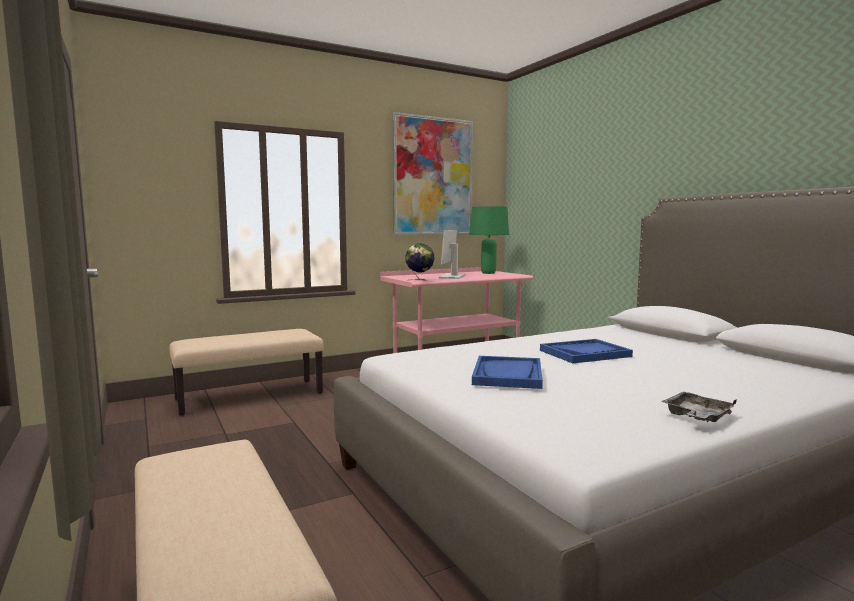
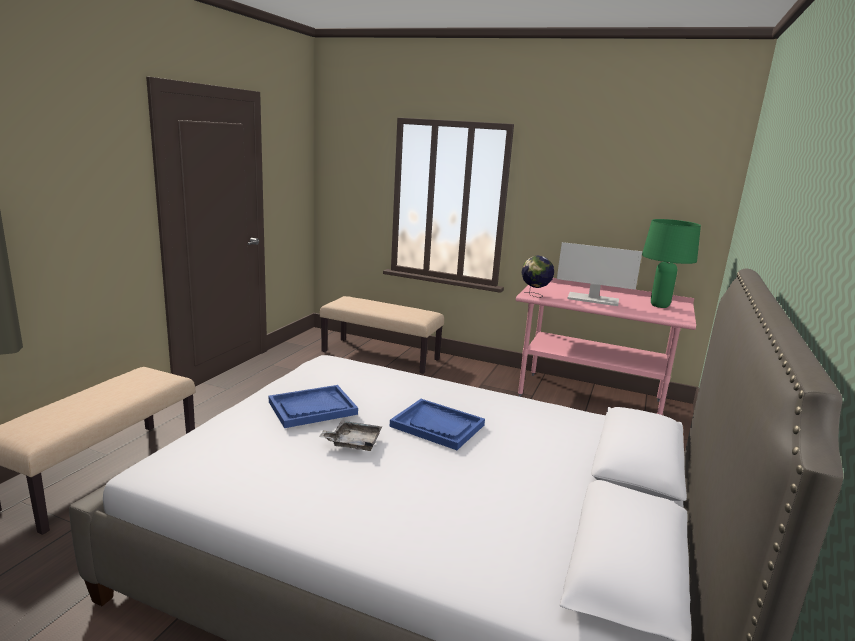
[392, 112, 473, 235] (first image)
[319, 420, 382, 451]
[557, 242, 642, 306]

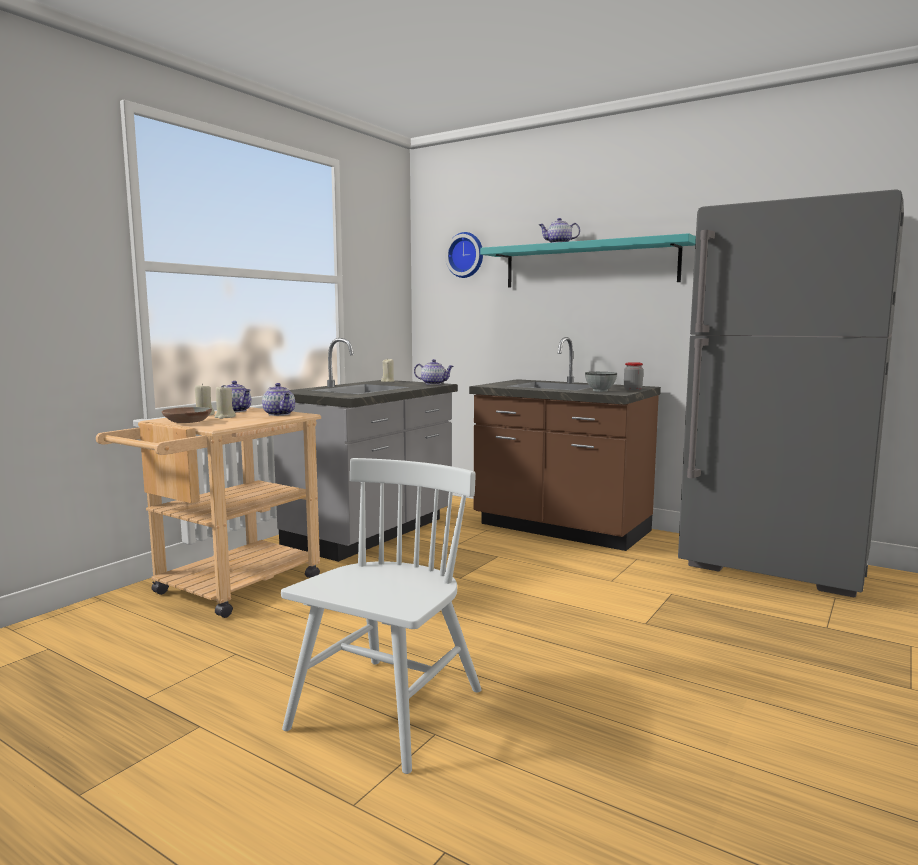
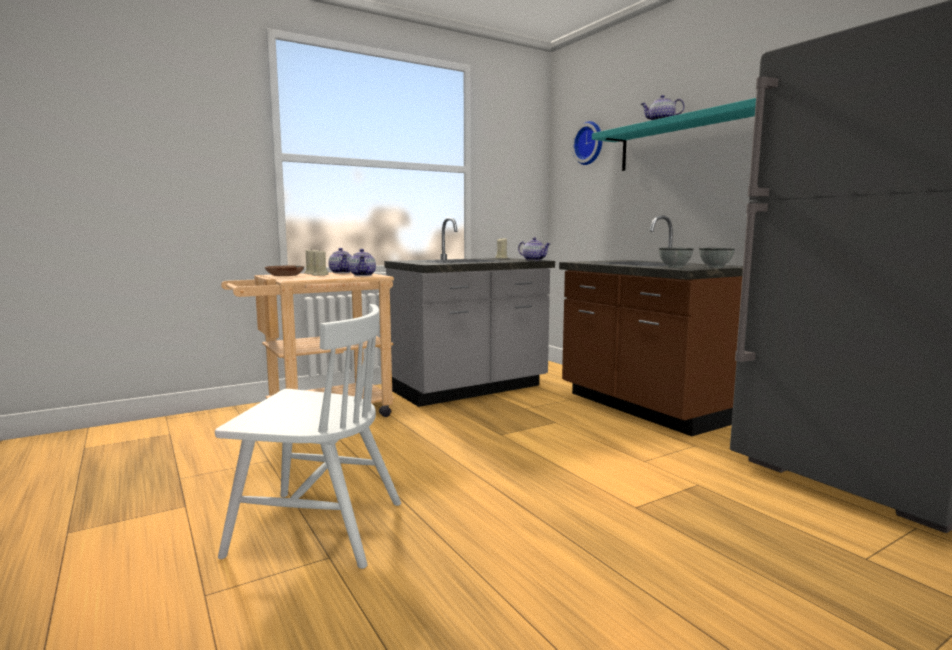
[699, 248, 735, 268]
[215, 304, 401, 569]

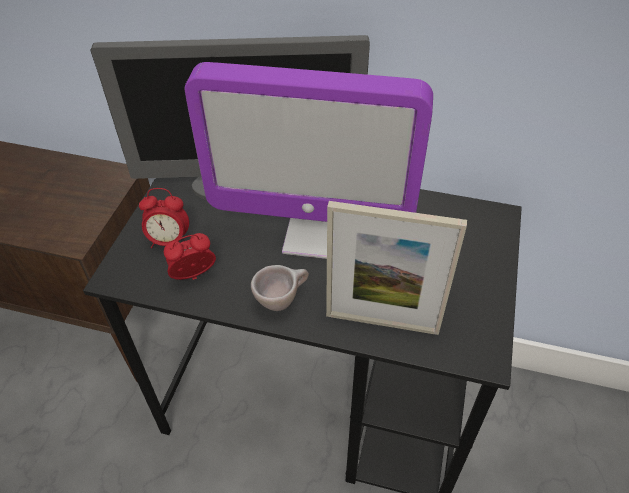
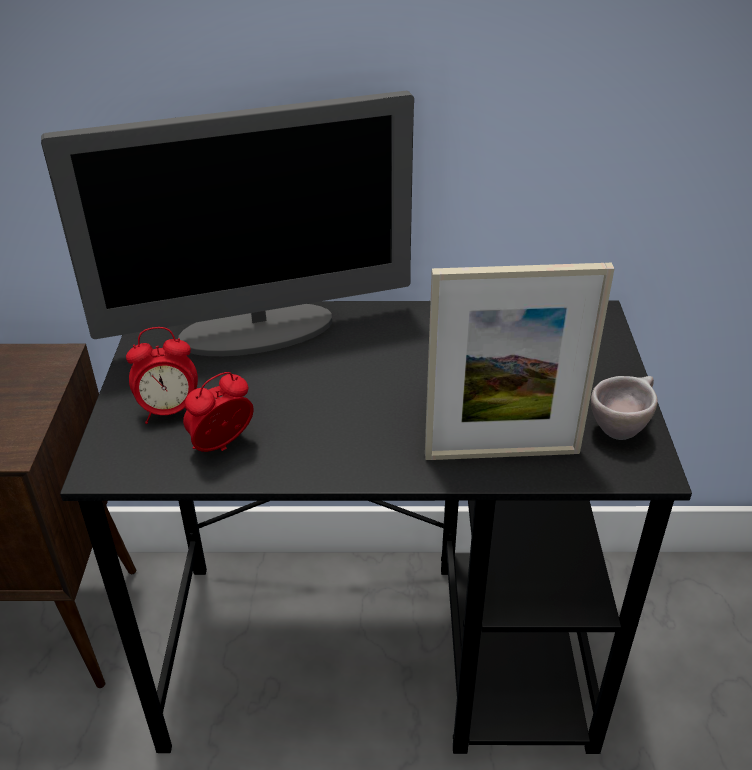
[185, 62, 433, 259] (first image)
[591, 376, 658, 440]

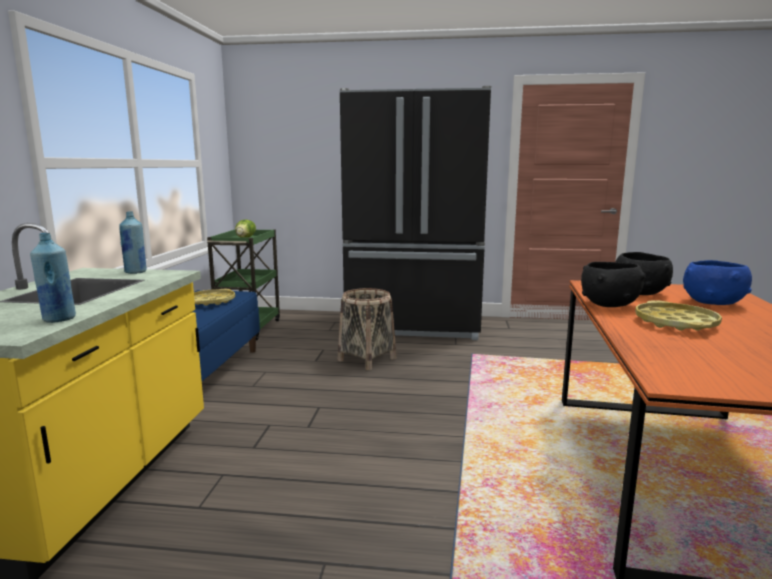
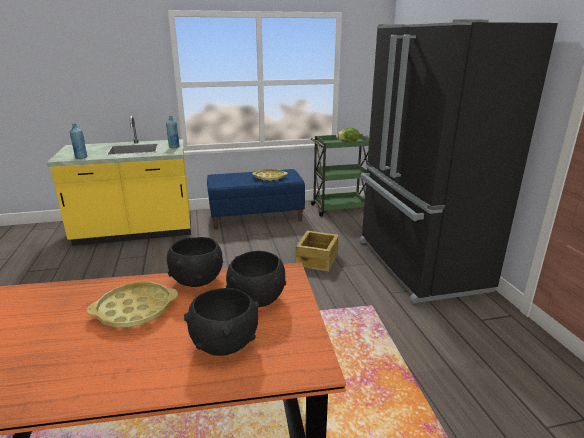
[296, 231, 339, 272]
[184, 288, 259, 356]

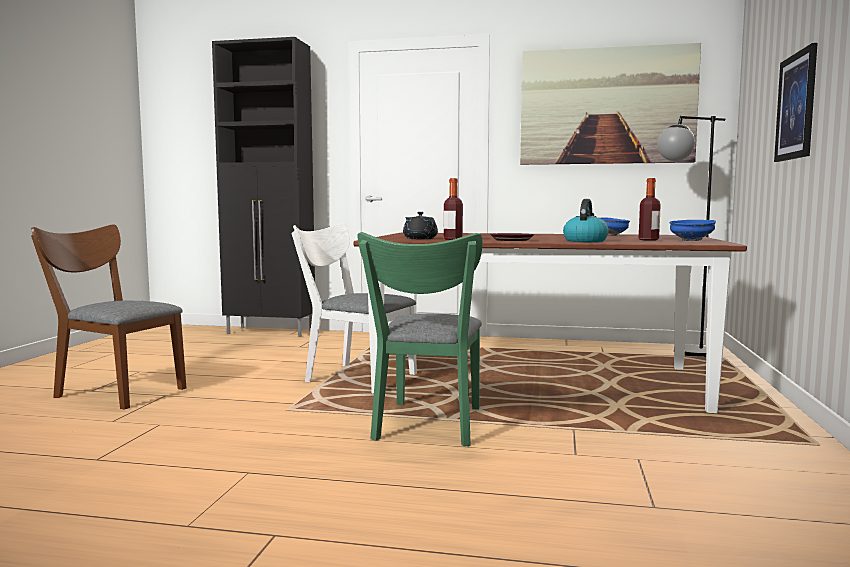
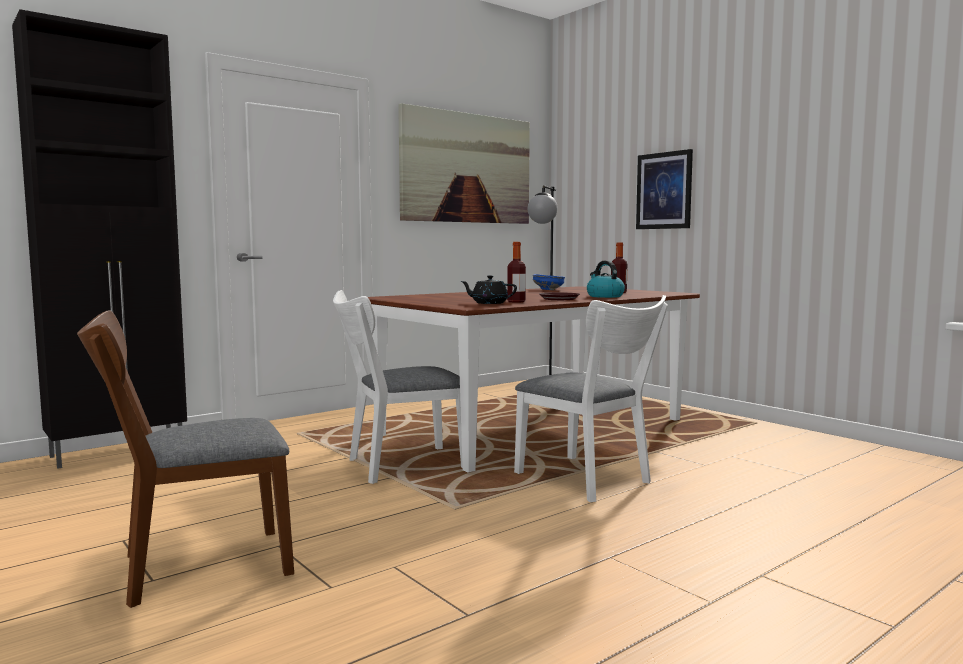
[669, 220, 716, 241] (first image)
[514, 295, 668, 502]

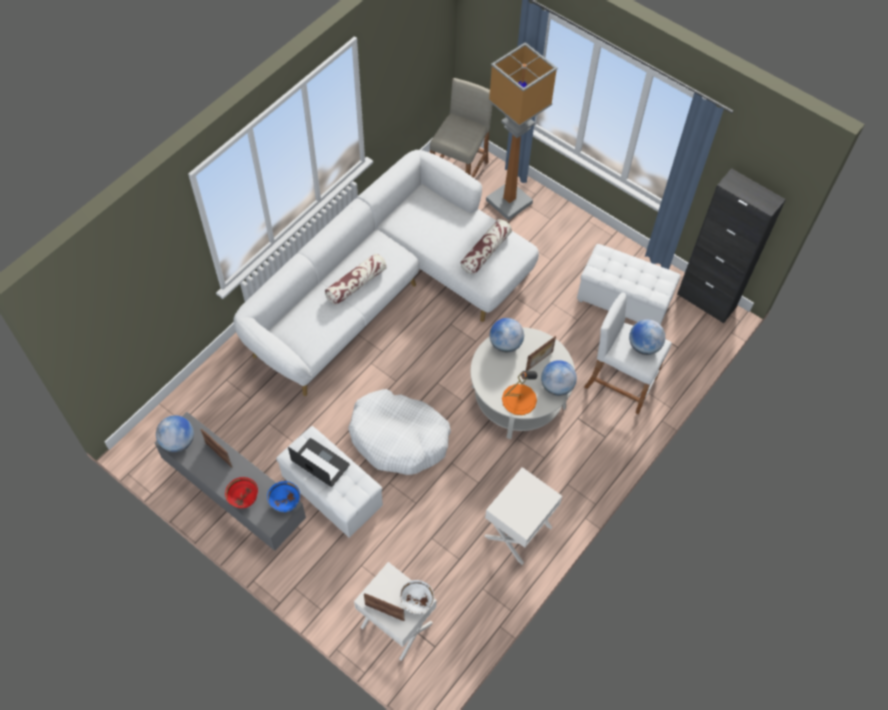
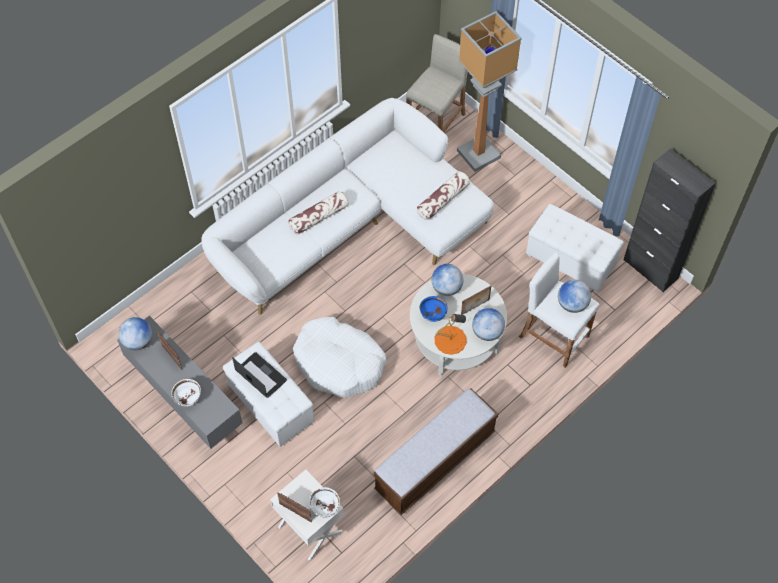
[420, 296, 448, 322]
[374, 388, 498, 515]
[171, 379, 201, 407]

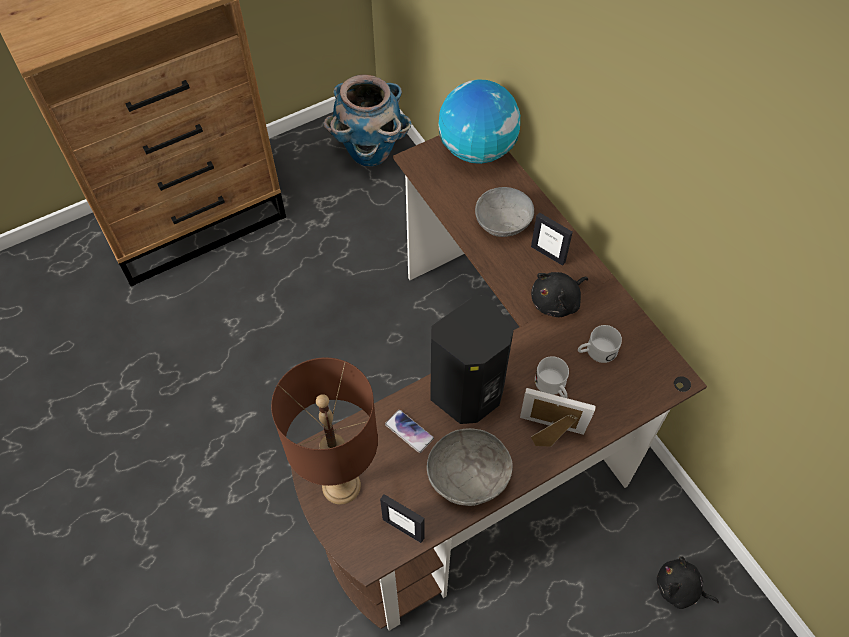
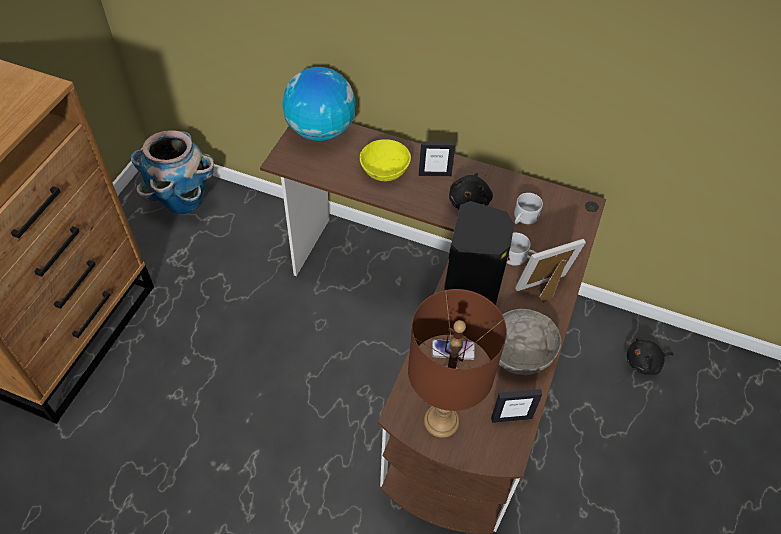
[360, 139, 411, 181]

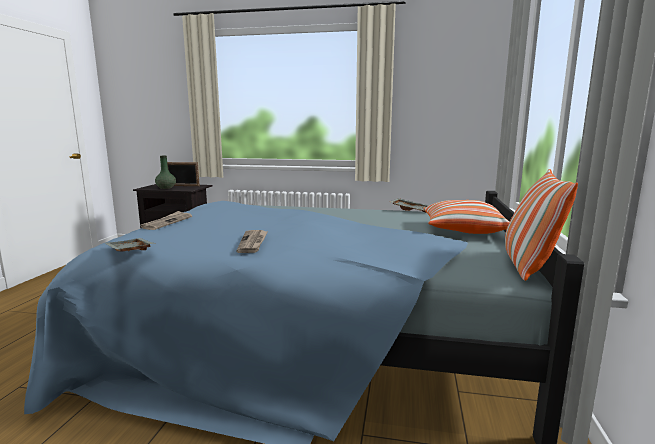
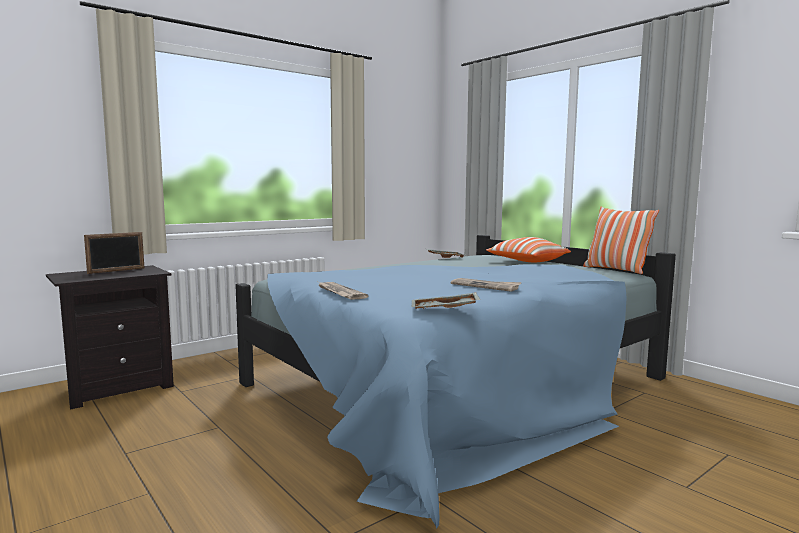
[155, 156, 176, 189] (first image)

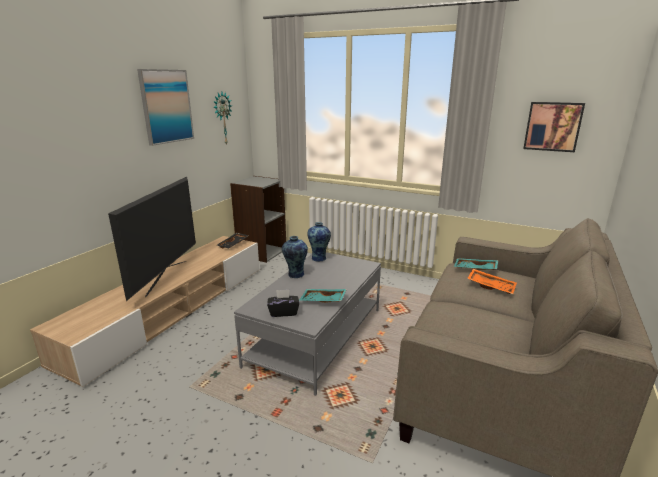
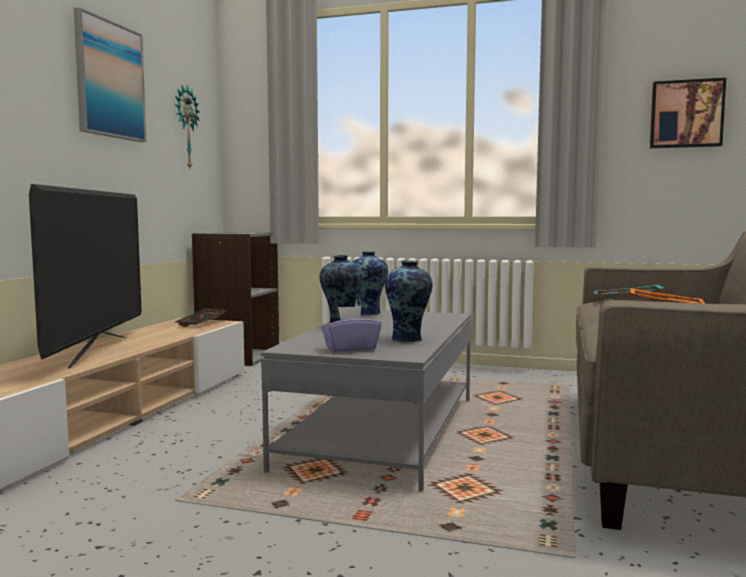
[385, 260, 433, 342]
[321, 306, 382, 353]

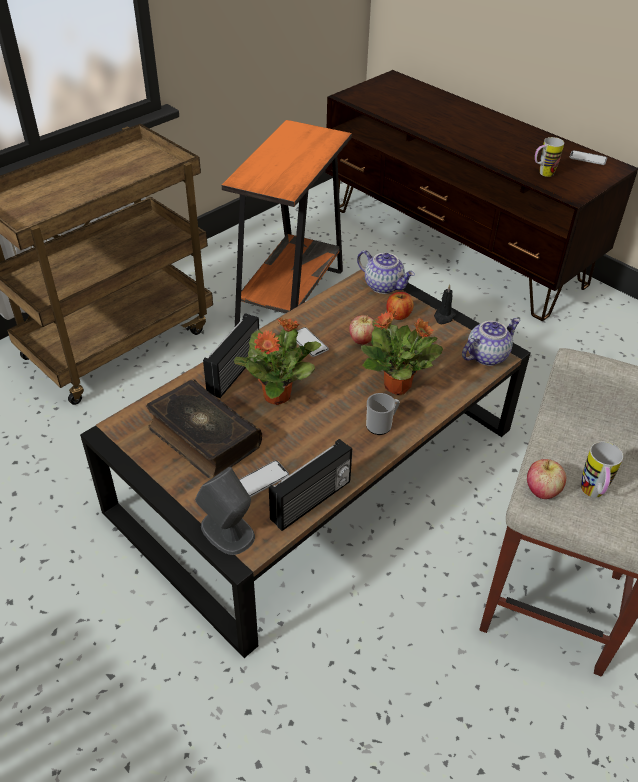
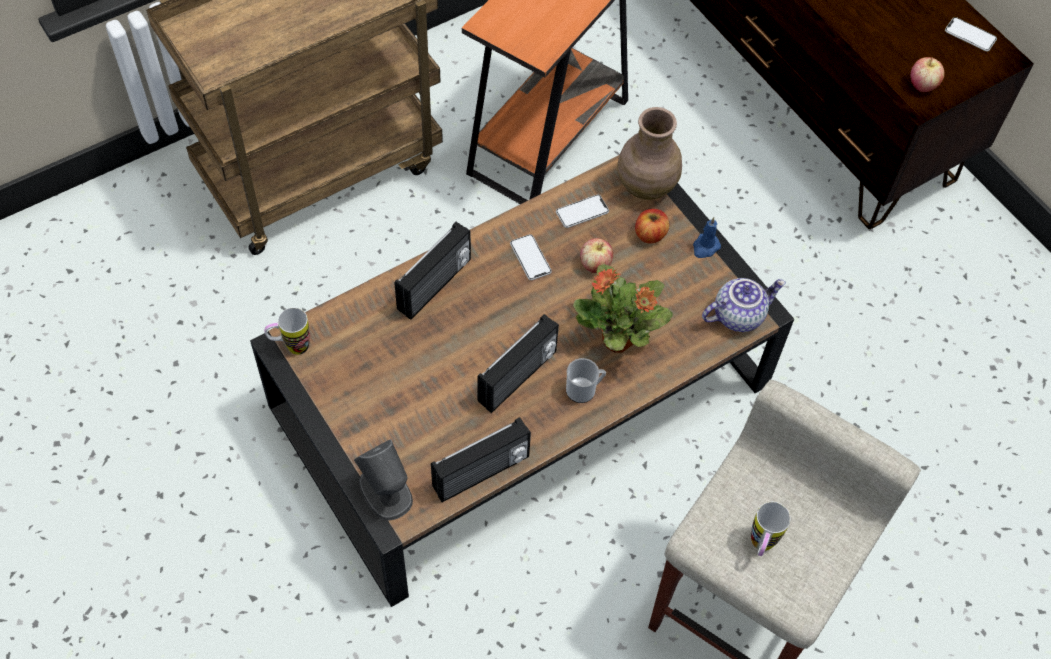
[146, 379, 262, 479] (first image)
[234, 317, 321, 405] (first image)
[477, 314, 559, 413]
[556, 195, 609, 228]
[910, 57, 944, 92]
[265, 308, 310, 355]
[617, 107, 682, 200]
[693, 217, 721, 258]

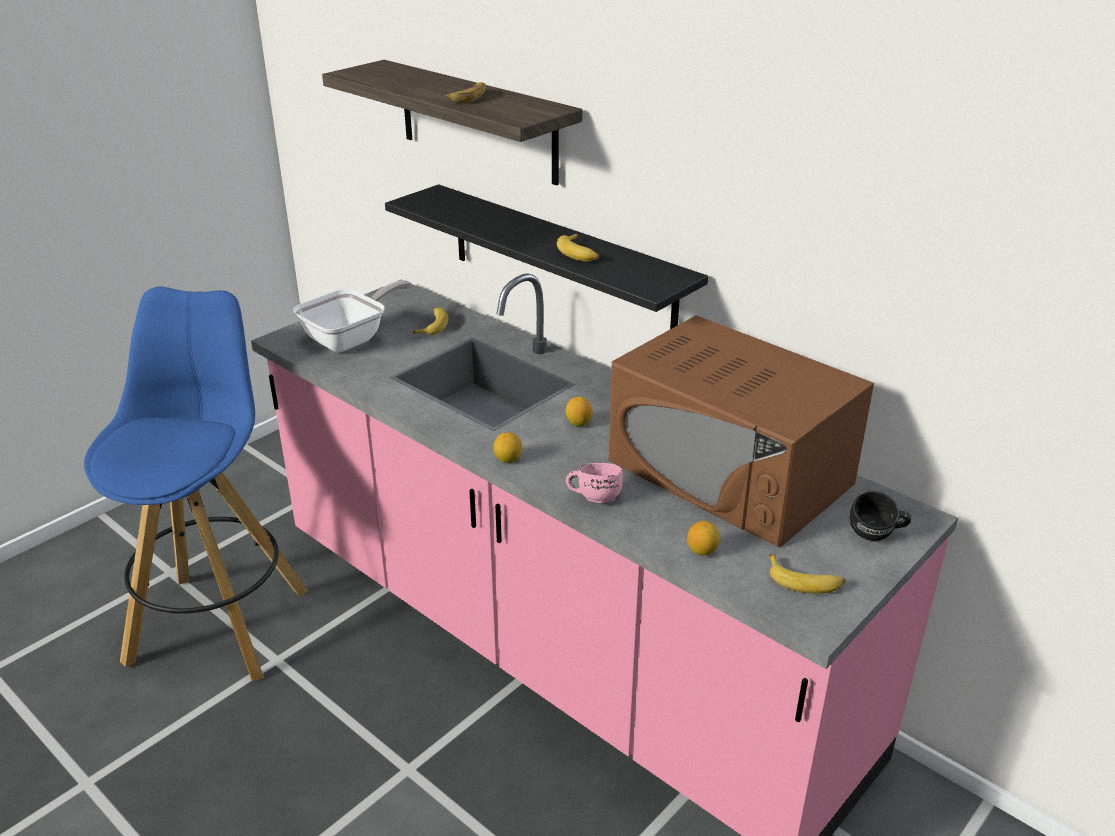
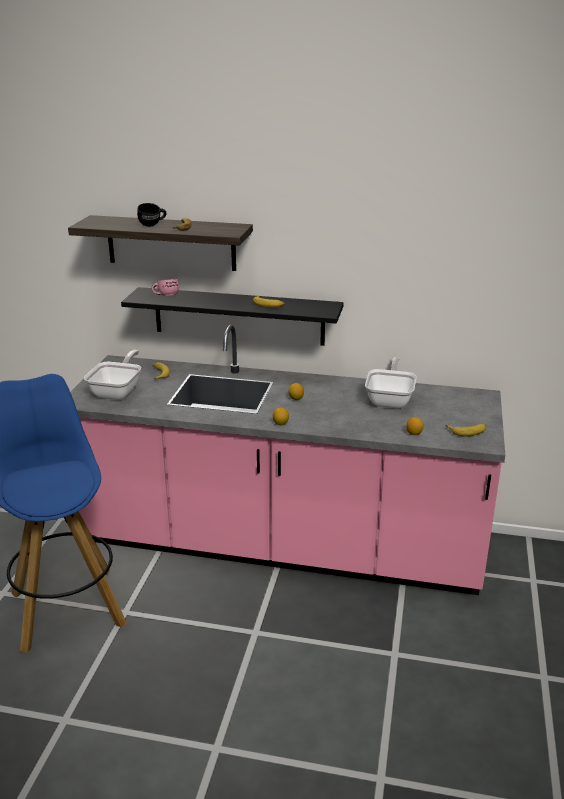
[151, 278, 179, 296]
[137, 203, 167, 227]
[365, 357, 417, 409]

